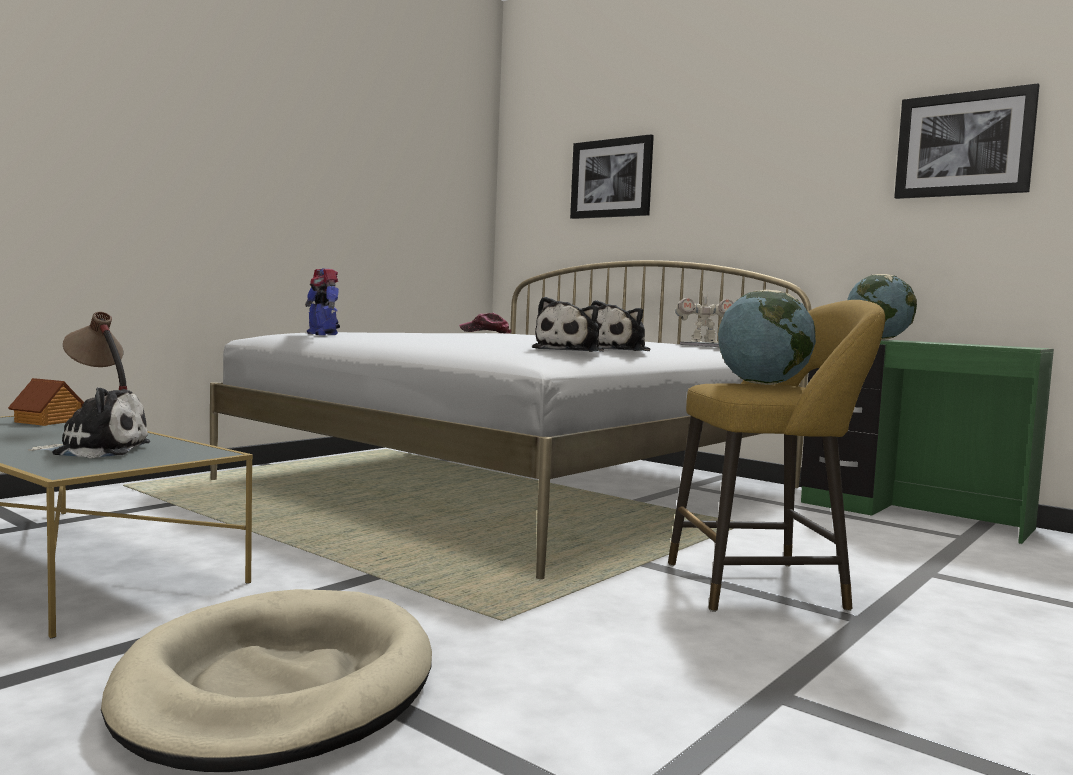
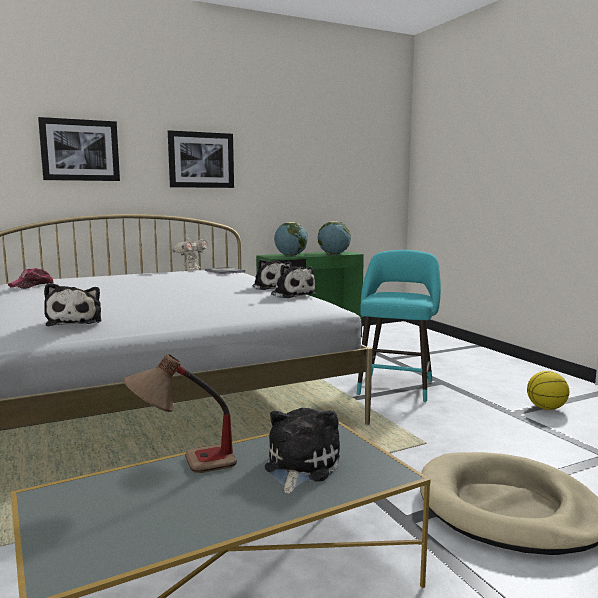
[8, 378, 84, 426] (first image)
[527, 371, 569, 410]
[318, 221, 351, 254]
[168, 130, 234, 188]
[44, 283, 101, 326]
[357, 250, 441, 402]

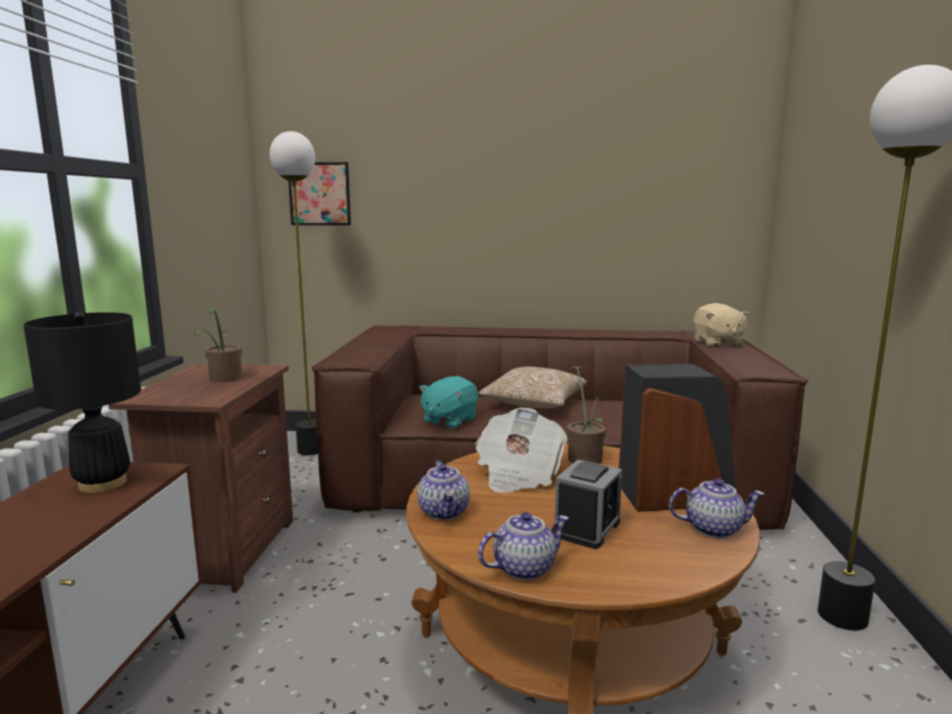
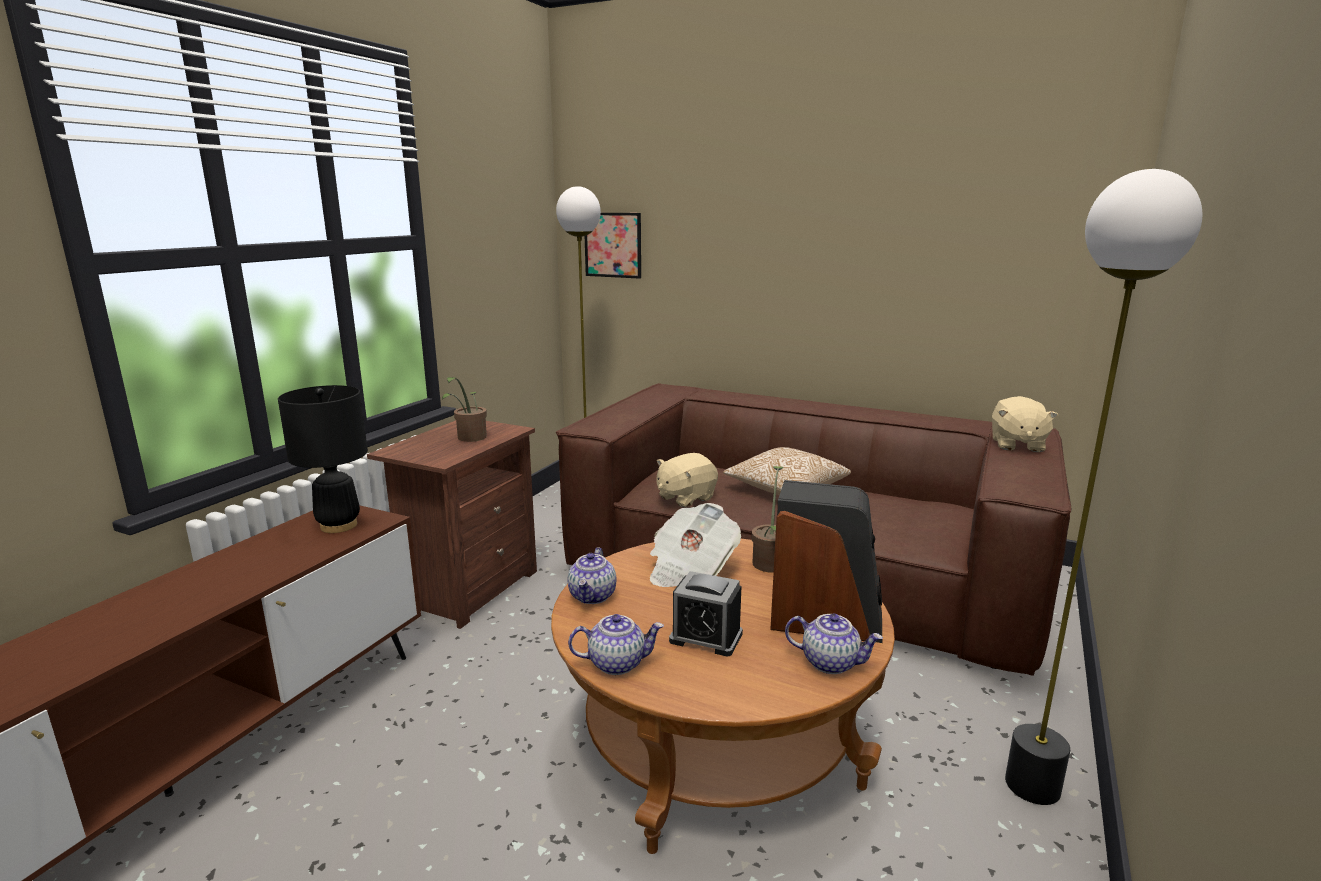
[656, 453, 718, 507]
[669, 571, 743, 656]

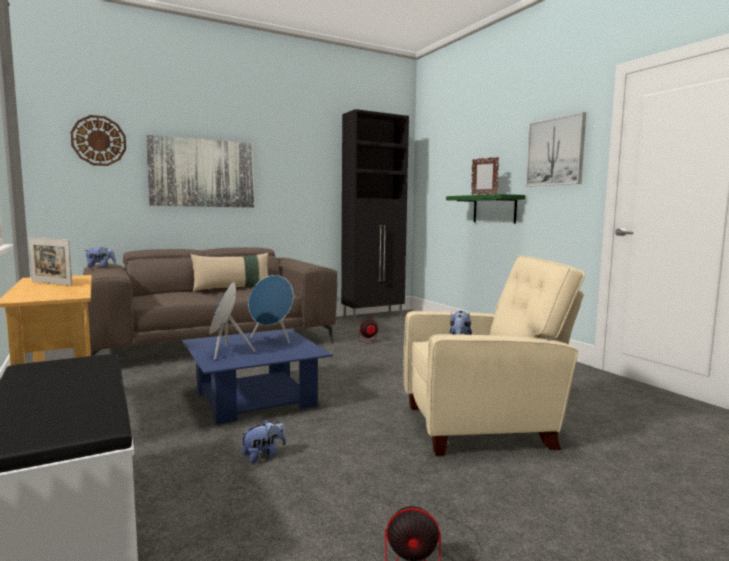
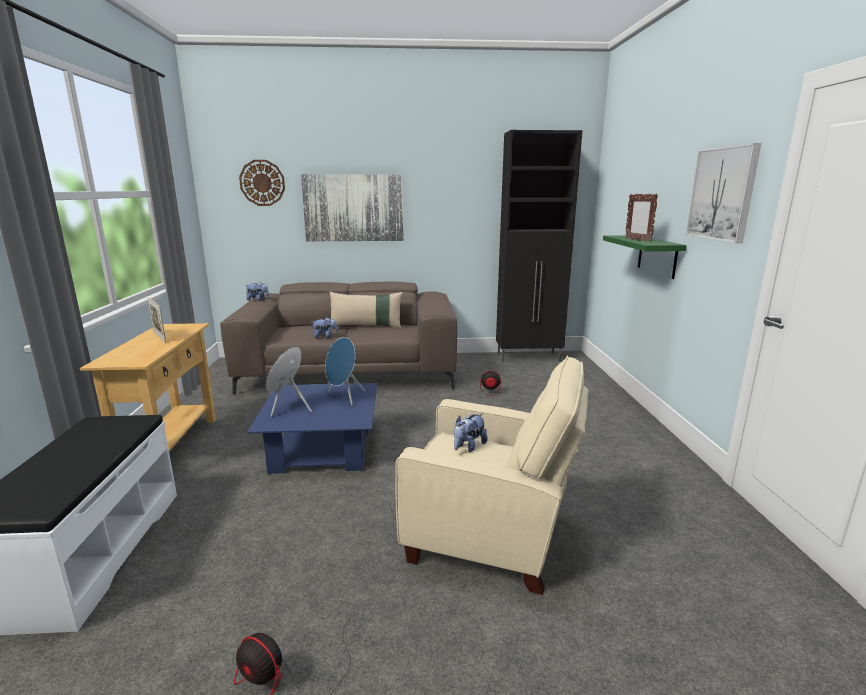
[311, 317, 338, 338]

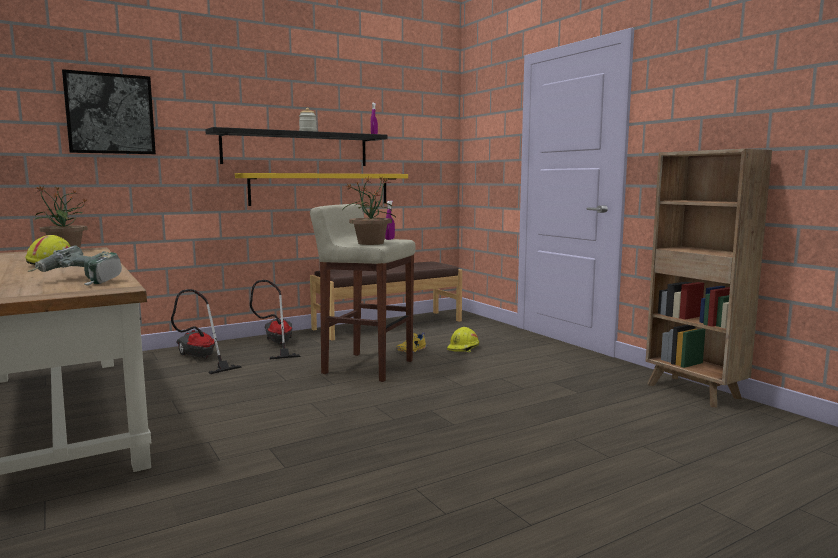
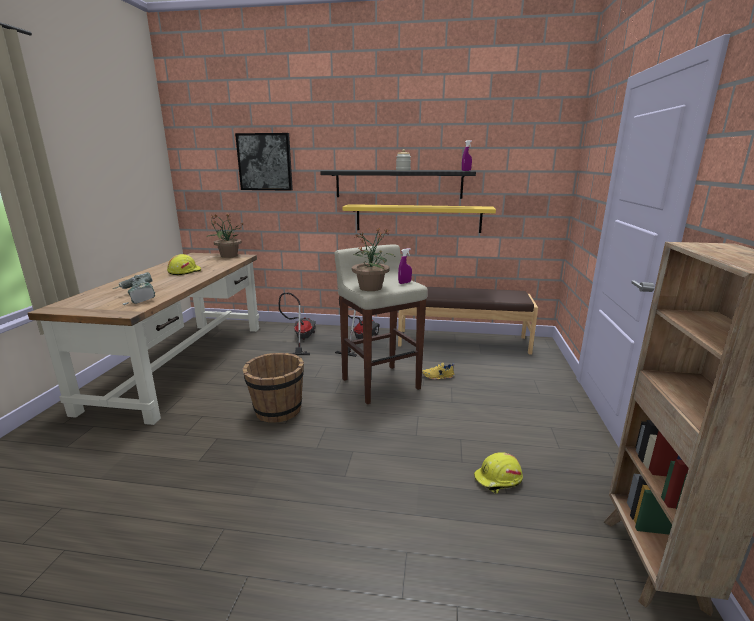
[243, 353, 304, 423]
[474, 452, 523, 494]

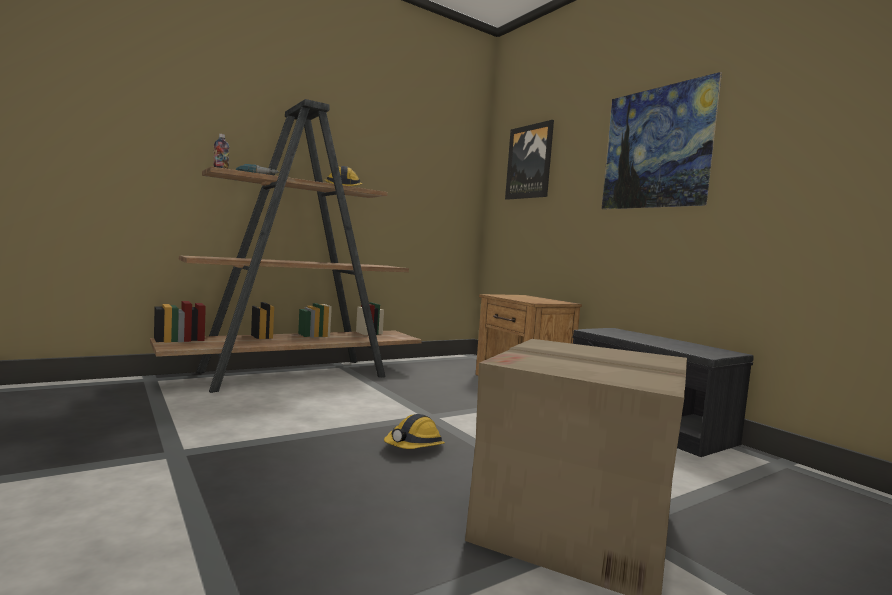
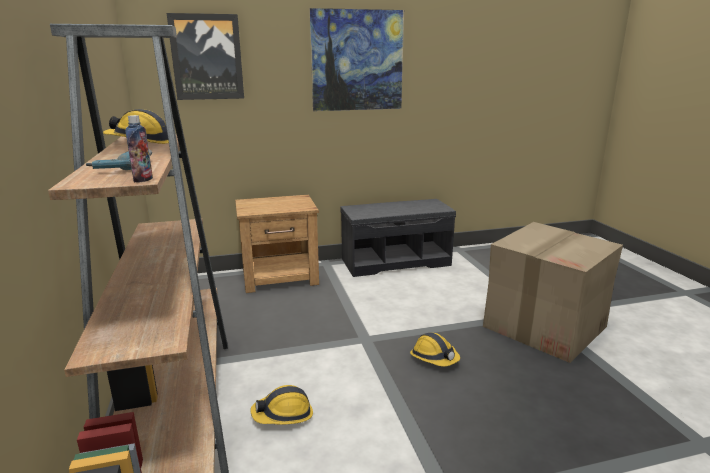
[250, 385, 313, 425]

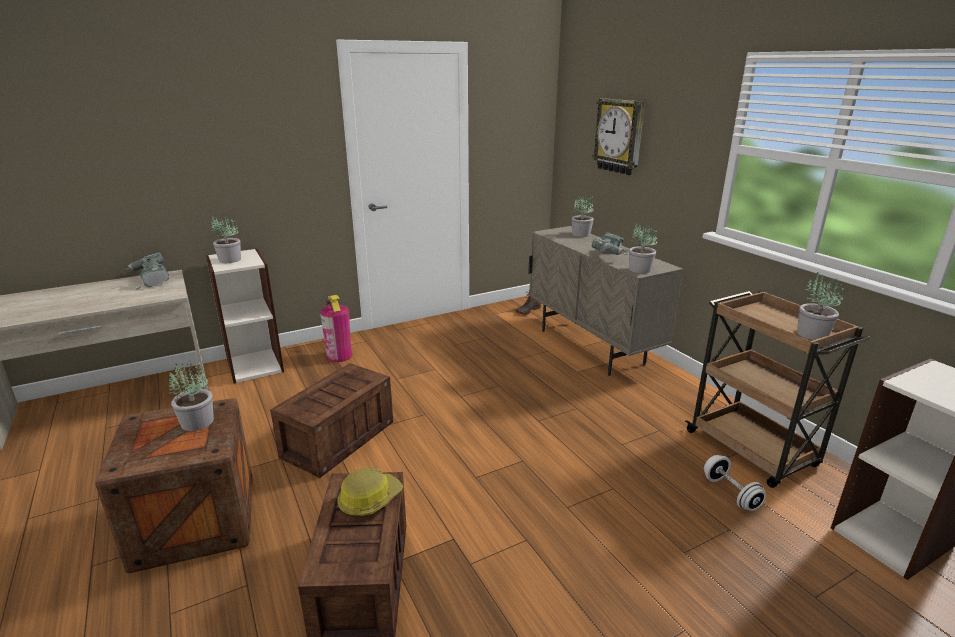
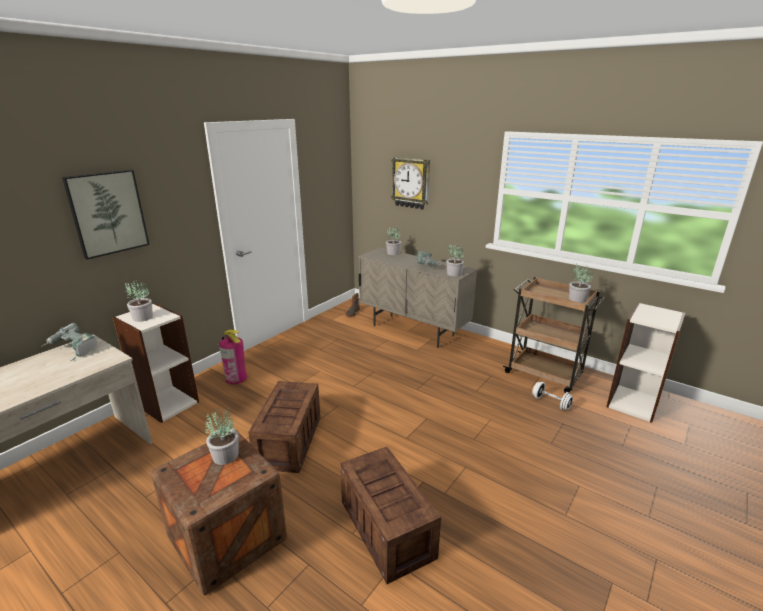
[337, 467, 403, 516] (first image)
[62, 170, 149, 260]

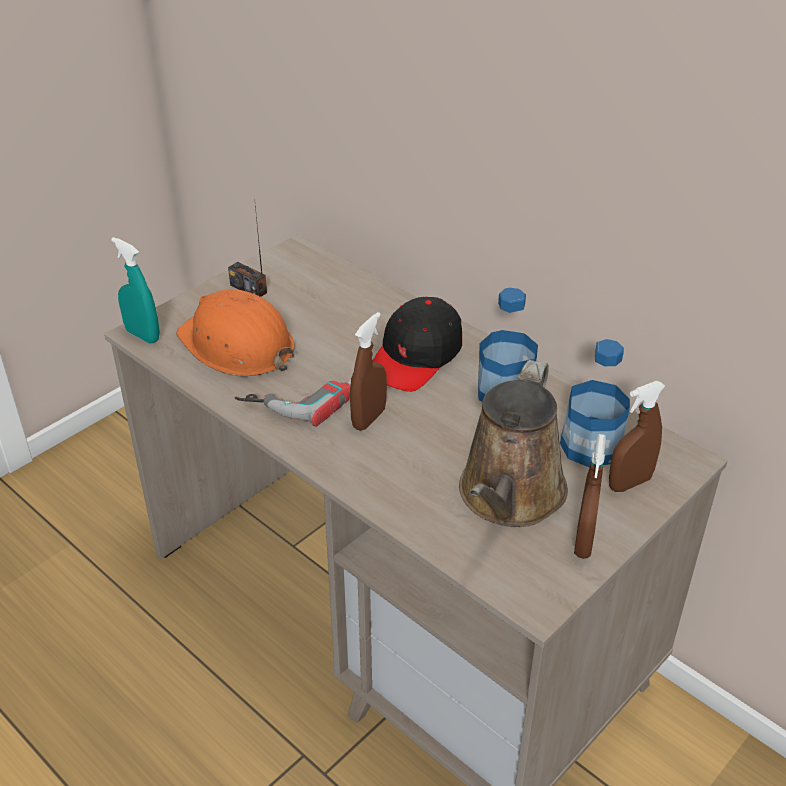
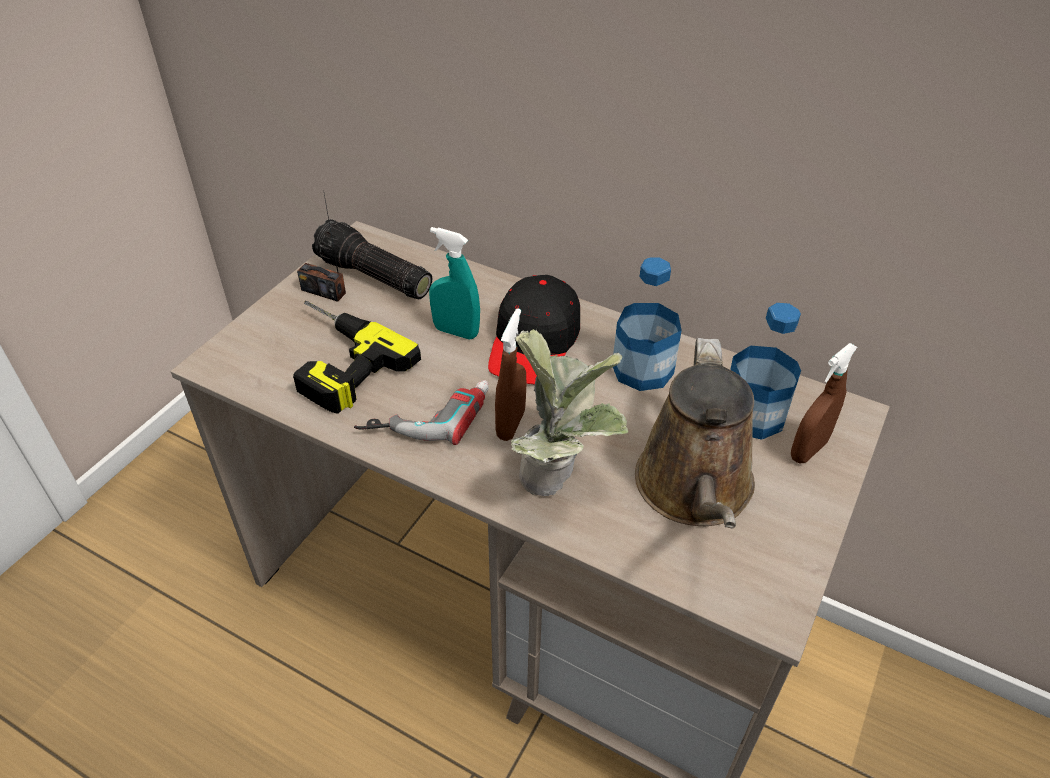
[574, 434, 606, 559] (first image)
[312, 219, 432, 299]
[511, 326, 628, 496]
[429, 227, 480, 339]
[293, 300, 421, 414]

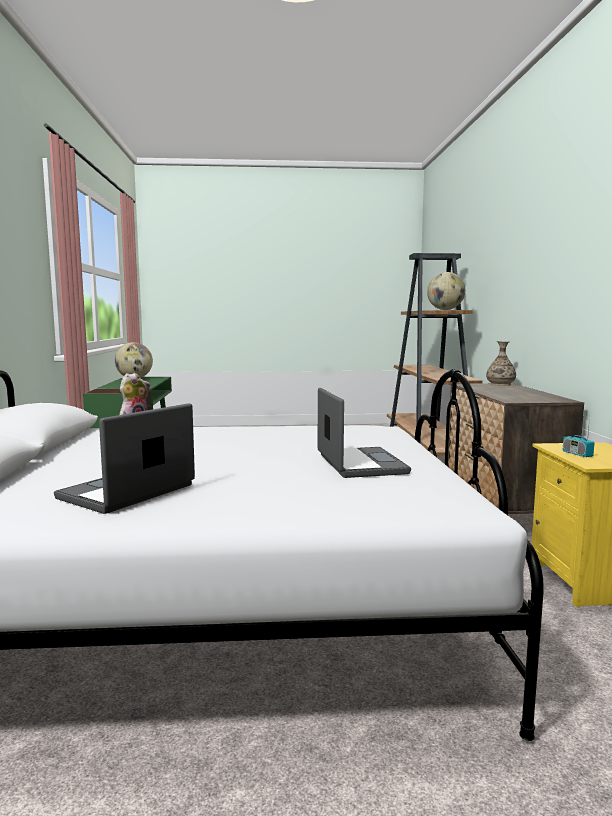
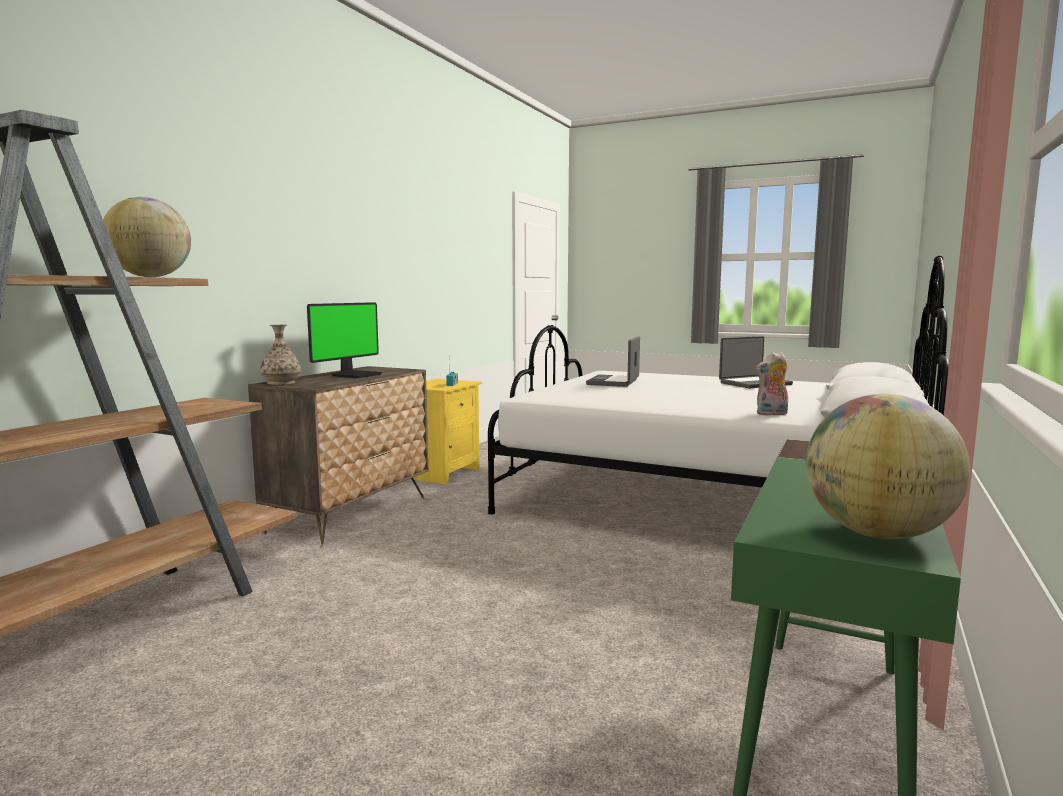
[307, 302, 382, 378]

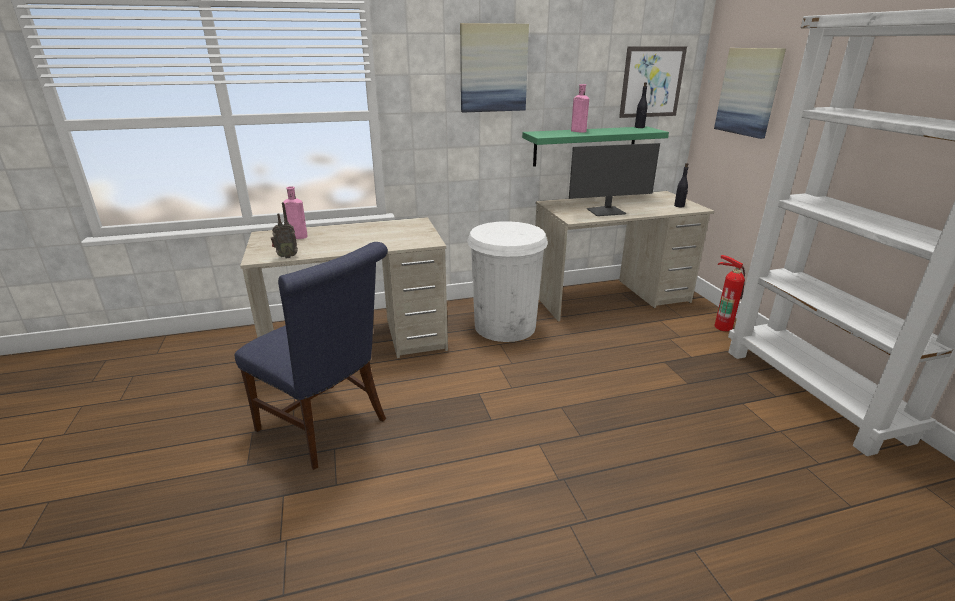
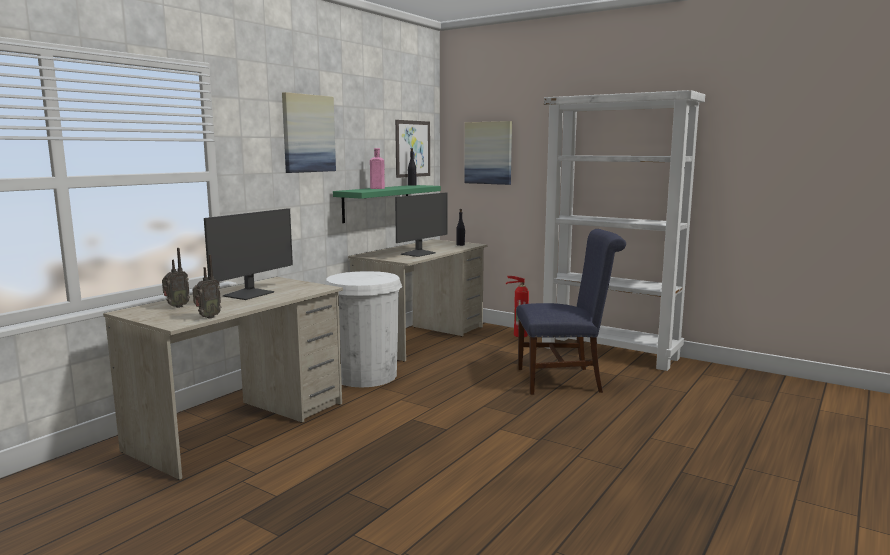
[204, 208, 293, 300]
[516, 229, 626, 395]
[162, 248, 190, 308]

